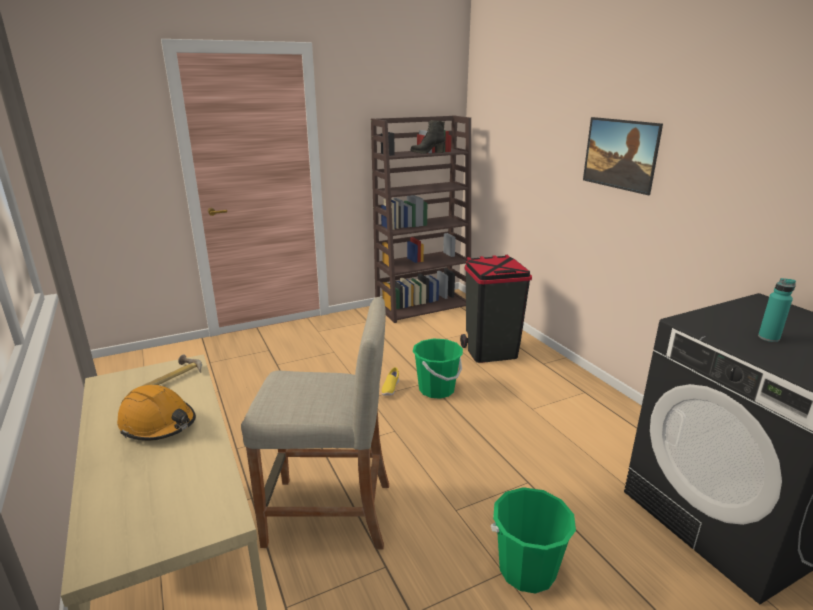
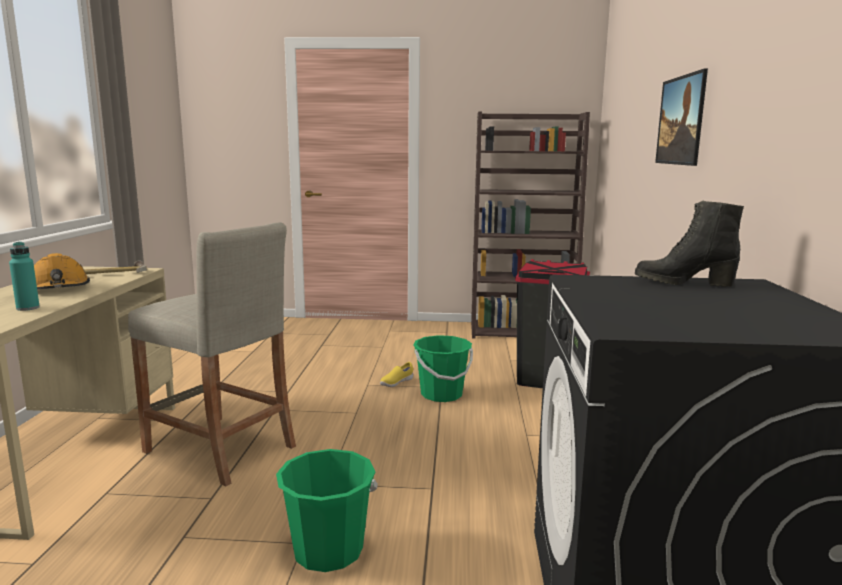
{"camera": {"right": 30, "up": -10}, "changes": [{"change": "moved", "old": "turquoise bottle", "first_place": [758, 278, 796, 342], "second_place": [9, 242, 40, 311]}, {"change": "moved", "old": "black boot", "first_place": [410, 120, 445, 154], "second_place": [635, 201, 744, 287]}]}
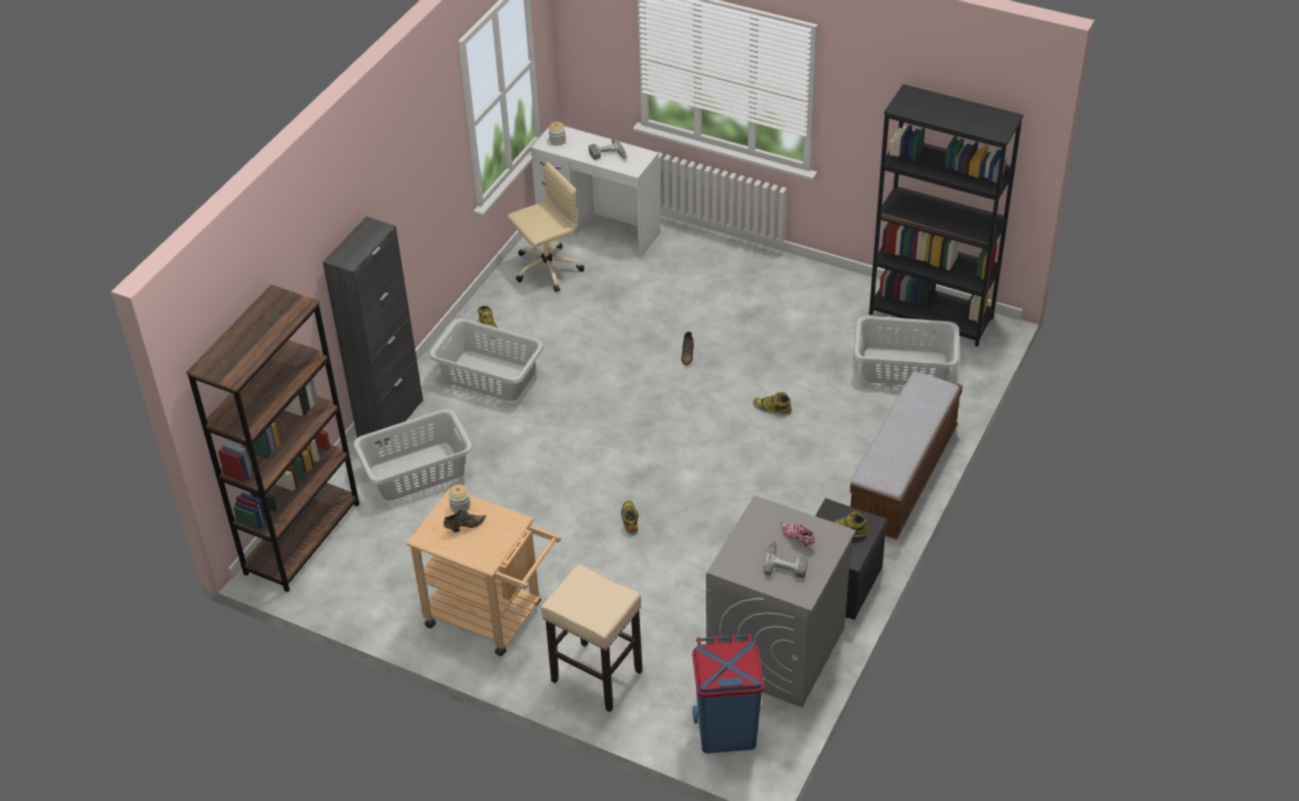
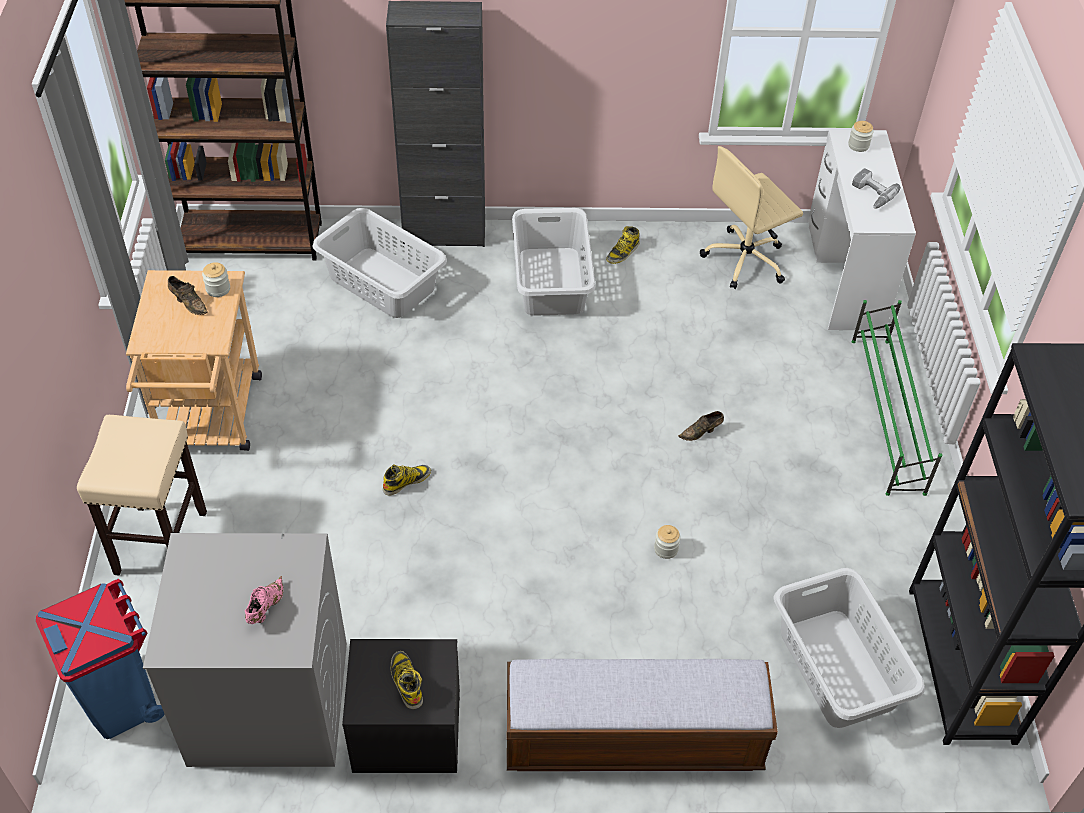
{"camera": {"right": 60, "up": 5}, "changes": [{"change": "replaced", "old": "boot", "new": "jar", "first_place": [753, 392, 792, 416], "second_place": [654, 525, 681, 559]}, {"change": "turned", "old": "beige office chair", "first_place": [507, 161, 584, 292], "second_place": [700, 146, 803, 289], "degrees": 120}, {"change": "added", "new": "green shoe rack", "second_place": [852, 300, 942, 496]}, {"change": "removed", "old": "power drill", "first_place": [763, 541, 808, 578]}]}
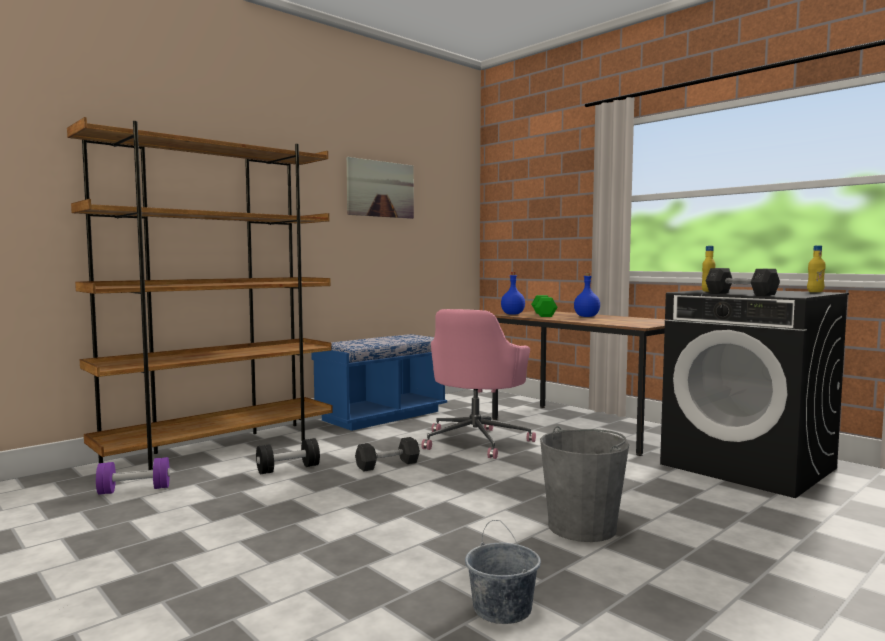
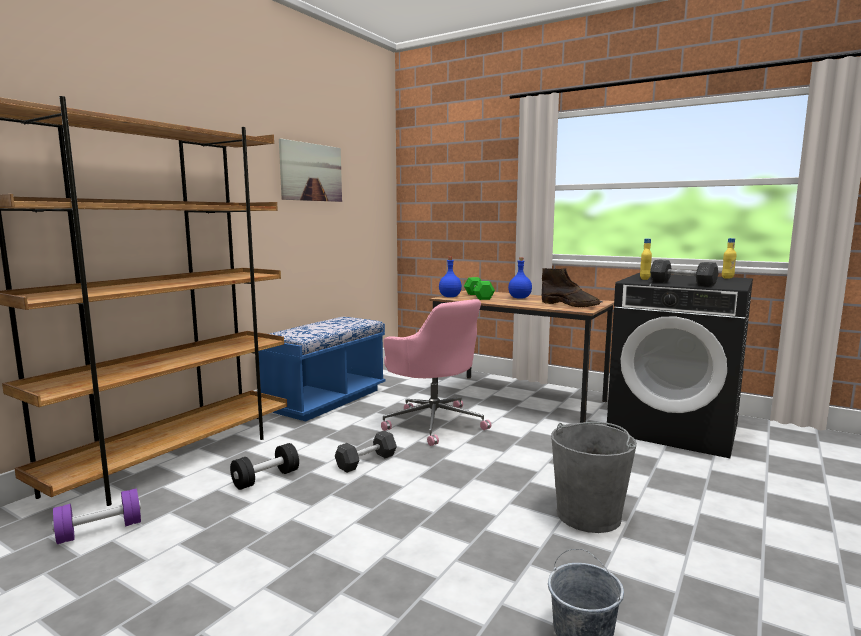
{"camera": {"right": -15, "up": 5}, "changes": [{"change": "turned", "old": "pink office chair", "first_place": [421, 309, 536, 459], "second_place": [381, 299, 491, 446], "degrees": -45}, {"change": "added", "new": "brown boot", "second_place": [542, 268, 600, 307]}]}
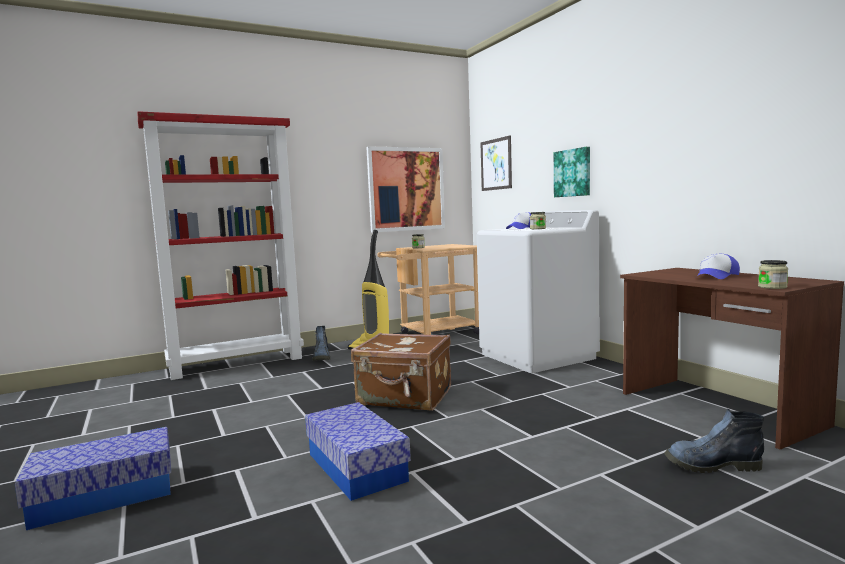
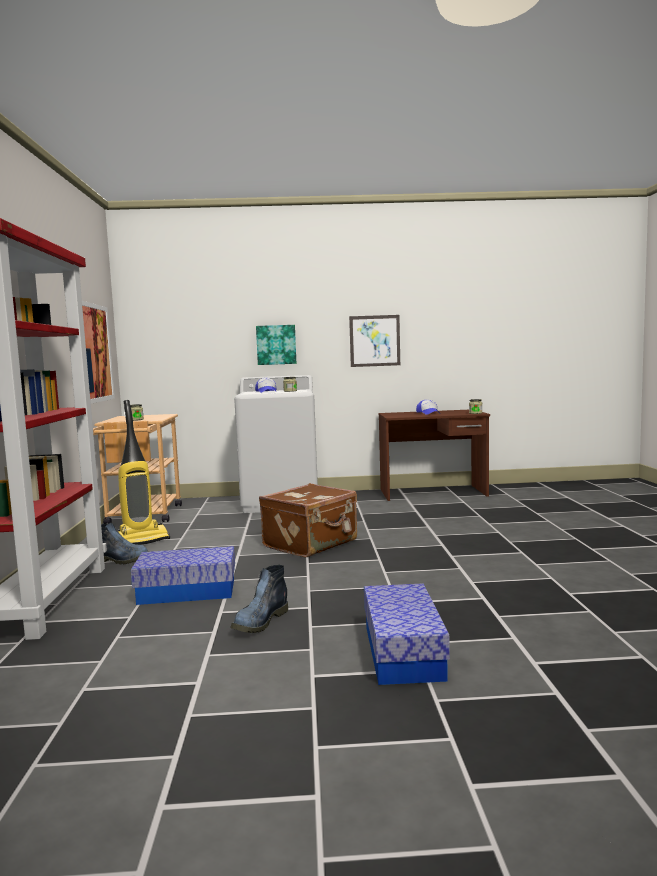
{"camera": {"right": -65, "up": 0}, "changes": [{"change": "moved", "old": "storage box", "first_place": [305, 402, 411, 501], "second_place": [131, 546, 235, 605]}, {"change": "moved", "old": "boot", "first_place": [664, 409, 764, 473], "second_place": [230, 565, 288, 633]}, {"change": "moved", "old": "picture", "first_place": [481, 135, 512, 191], "second_place": [349, 315, 400, 367]}]}
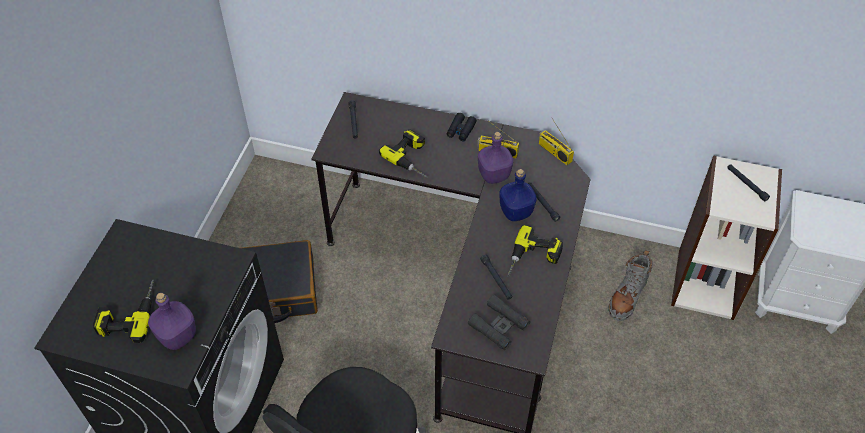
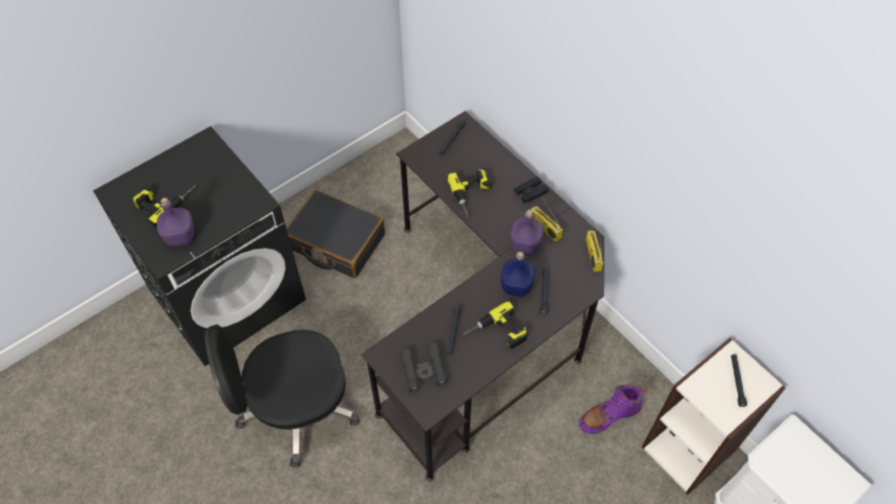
{"camera": {"right": 35, "up": 5}, "changes": [{"change": "recoloured", "old": "grey boot", "new": "purple boot", "first_place": [608, 251, 653, 321], "second_place": [579, 384, 648, 434]}]}
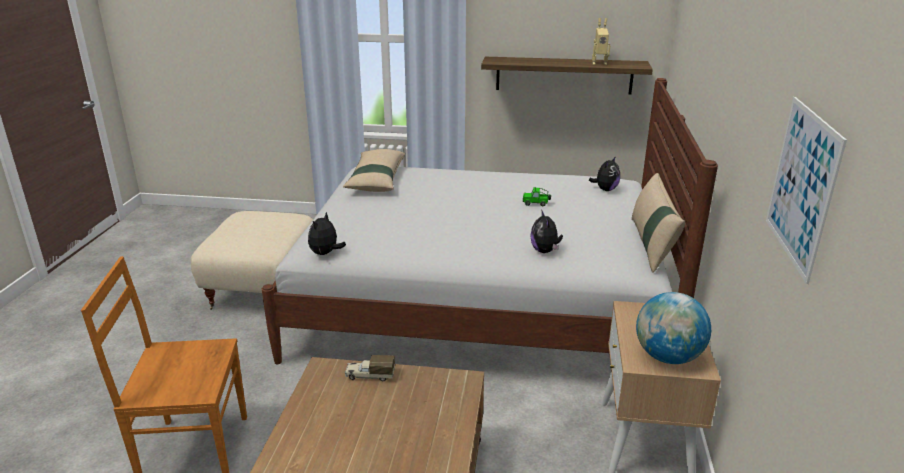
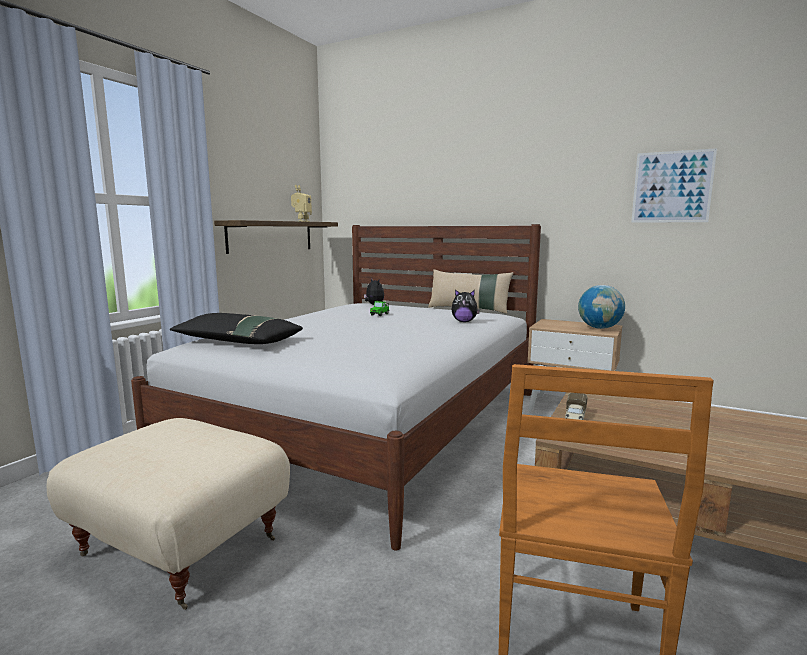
{"camera": {"right": -70, "up": -15}, "changes": [{"change": "recoloured", "old": "beige pillow", "new": "black pillow", "first_place": [343, 149, 405, 192], "second_place": [170, 313, 303, 344]}, {"change": "removed", "old": "plush toy", "first_place": [308, 212, 346, 255]}]}
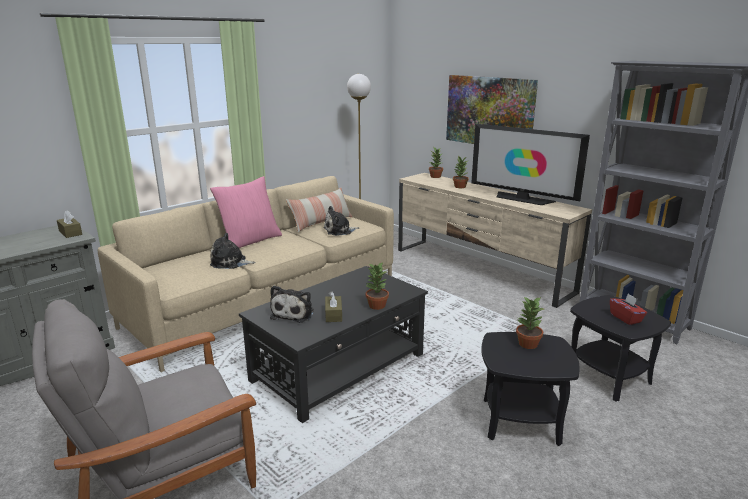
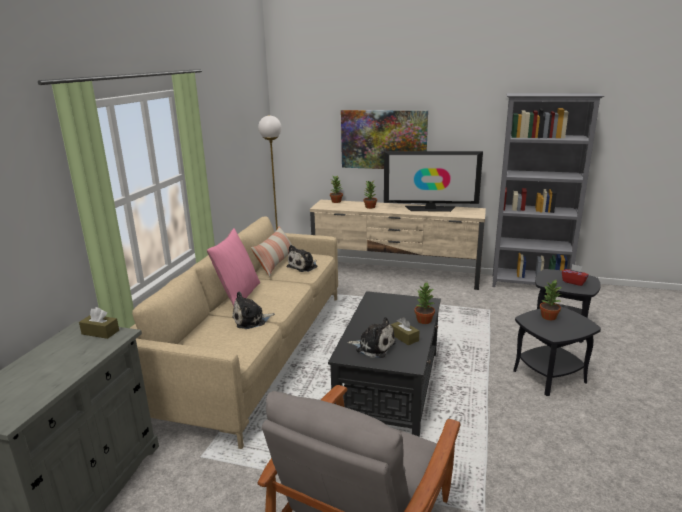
{"camera": {"right": -30, "up": 0}, "changes": [{"change": "turned", "old": "plush toy", "first_place": [270, 286, 314, 323], "second_place": [347, 317, 396, 358], "degrees": -45}]}
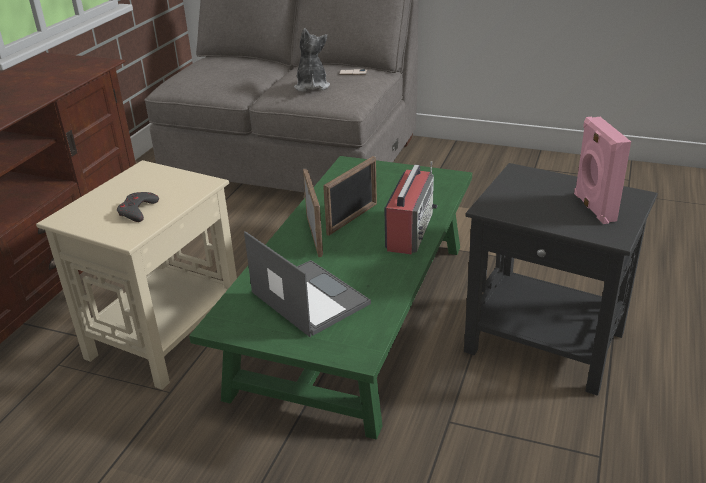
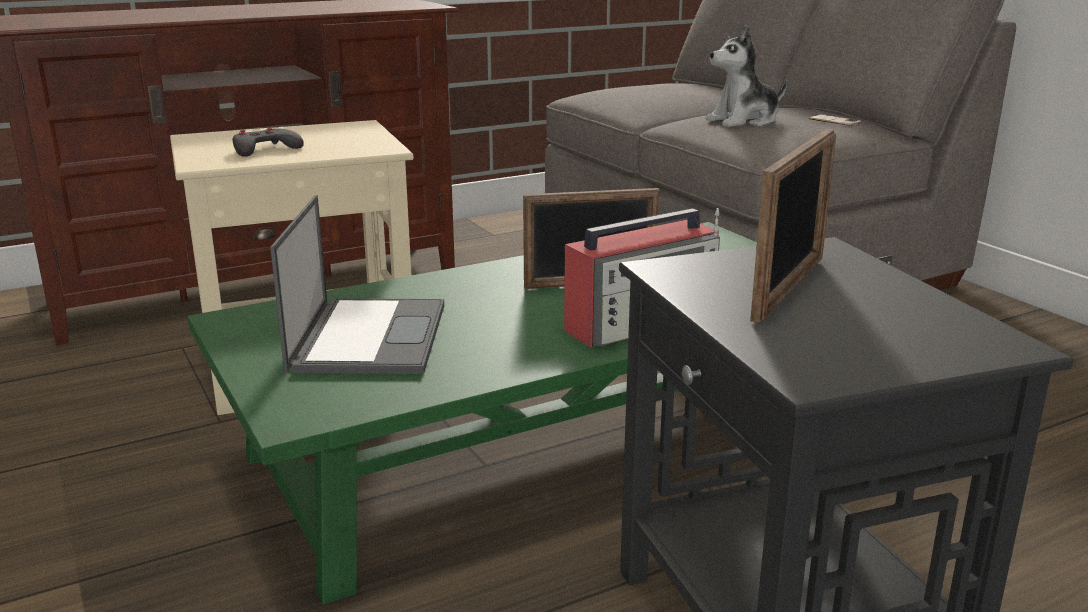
{"camera": {"right": 40, "up": -10}, "changes": [{"change": "turned", "old": "plush toy", "first_place": [294, 28, 330, 92], "second_place": [706, 25, 787, 127], "degrees": -150}, {"change": "moved", "old": "picture frame", "first_place": [303, 169, 323, 257], "second_place": [750, 129, 836, 323]}, {"change": "removed", "old": "pink speaker", "first_place": [574, 117, 631, 224]}]}
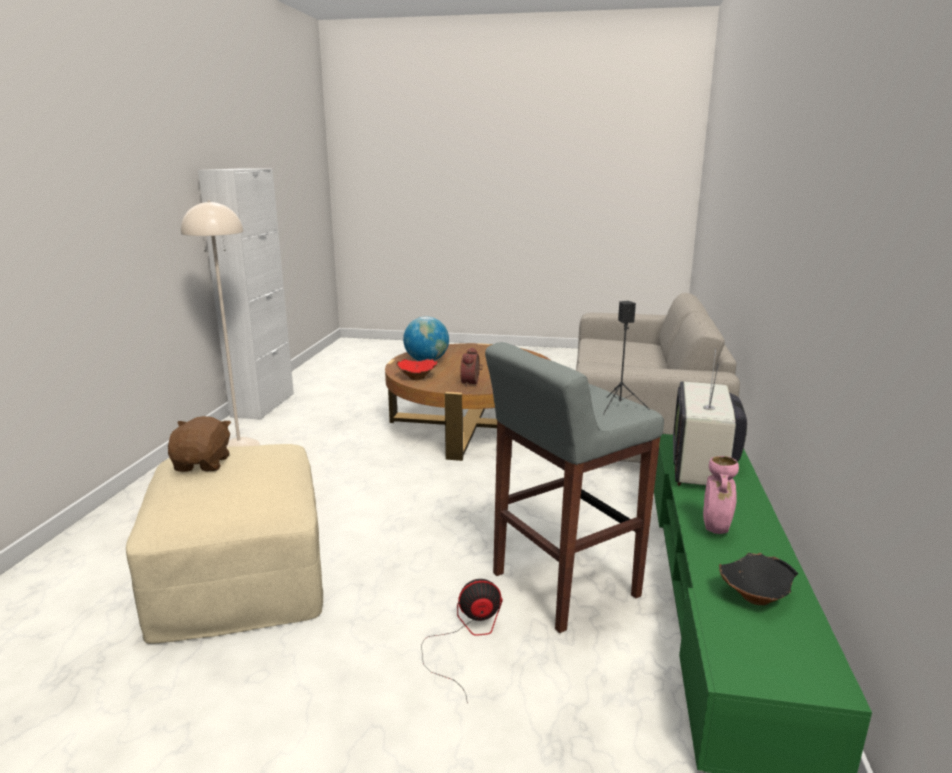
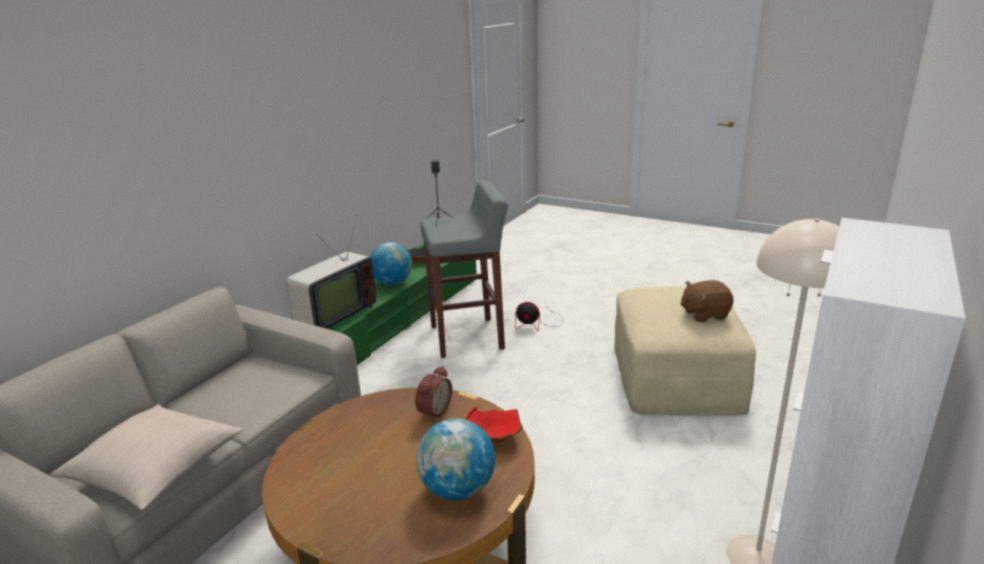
{"camera": {"right": -160, "up": 5}, "changes": [{"change": "added", "new": "beige pillow", "second_place": [51, 404, 243, 510]}, {"change": "replaced", "old": "pink vase", "new": "globe", "first_place": [703, 456, 739, 534], "second_place": [370, 242, 412, 285]}, {"change": "turned", "old": "brown plush toy", "first_place": [168, 416, 231, 472], "second_place": [680, 280, 734, 322], "degrees": 60}]}
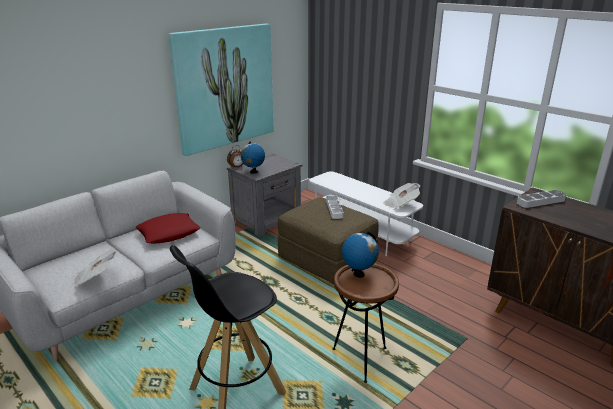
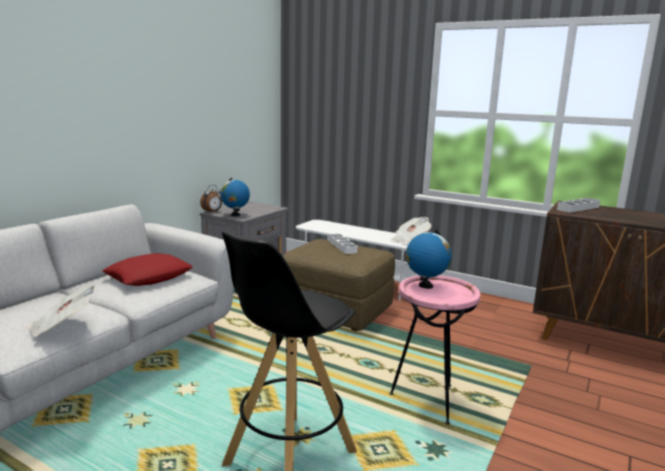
{"camera": {"right": -15, "up": -10}, "changes": [{"change": "recoloured", "old": "brown side table", "new": "pink side table", "first_place": [333, 264, 399, 383], "second_place": [389, 275, 480, 424]}, {"change": "removed", "old": "picture", "first_place": [169, 24, 274, 156]}]}
